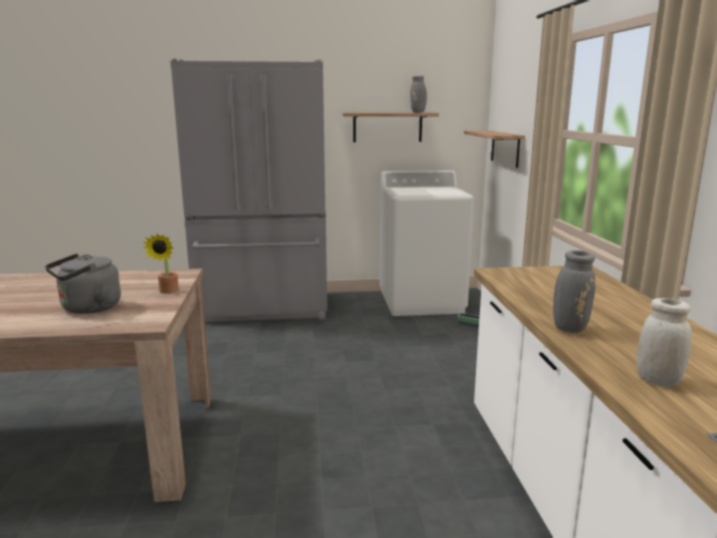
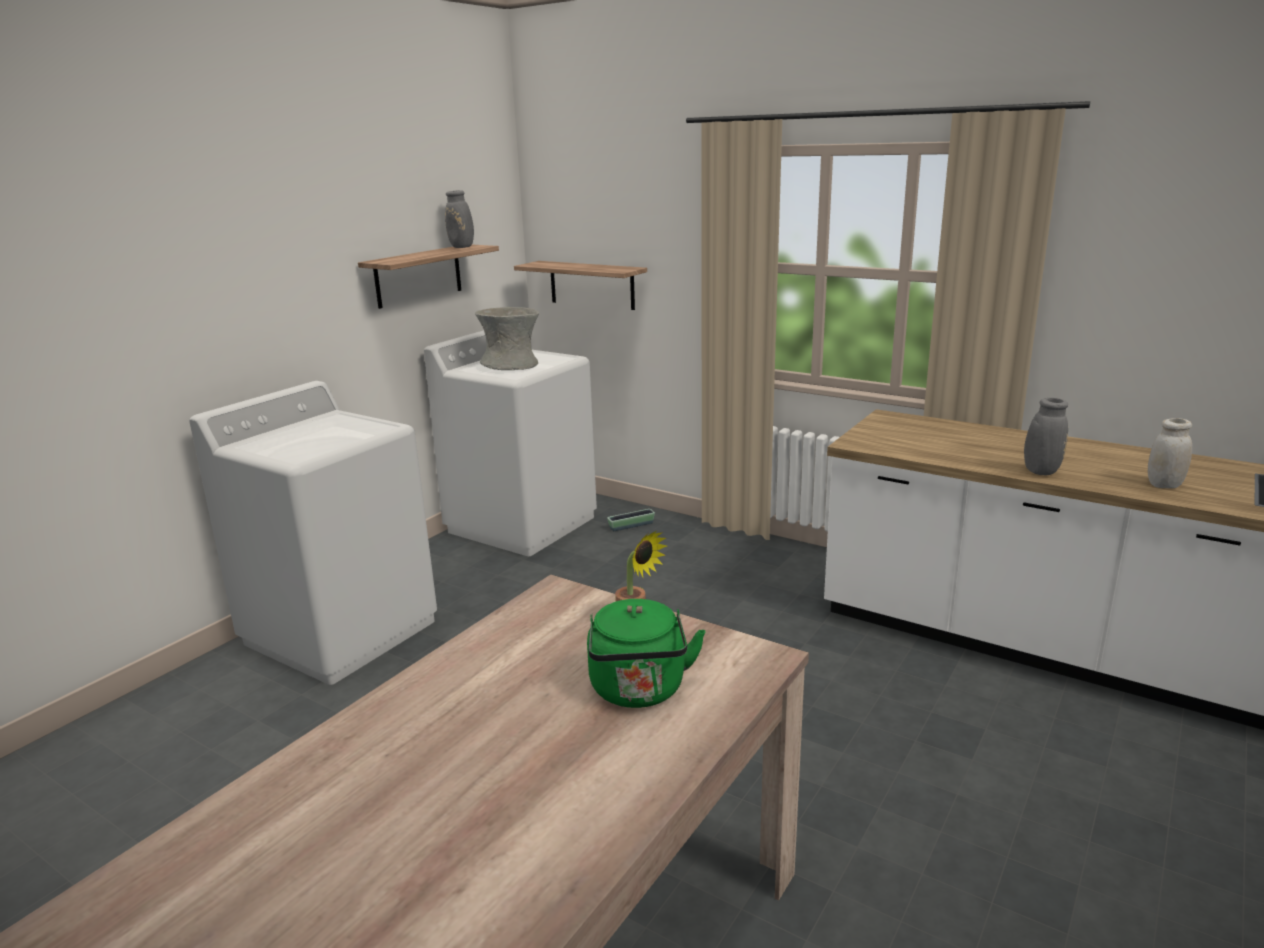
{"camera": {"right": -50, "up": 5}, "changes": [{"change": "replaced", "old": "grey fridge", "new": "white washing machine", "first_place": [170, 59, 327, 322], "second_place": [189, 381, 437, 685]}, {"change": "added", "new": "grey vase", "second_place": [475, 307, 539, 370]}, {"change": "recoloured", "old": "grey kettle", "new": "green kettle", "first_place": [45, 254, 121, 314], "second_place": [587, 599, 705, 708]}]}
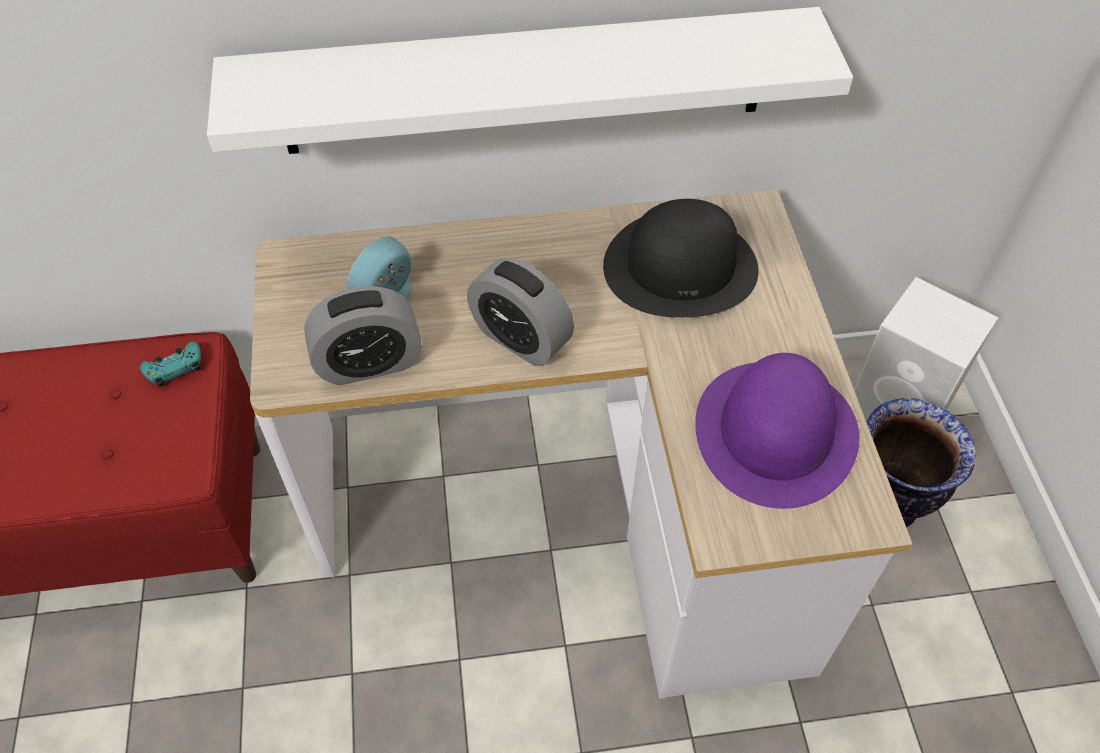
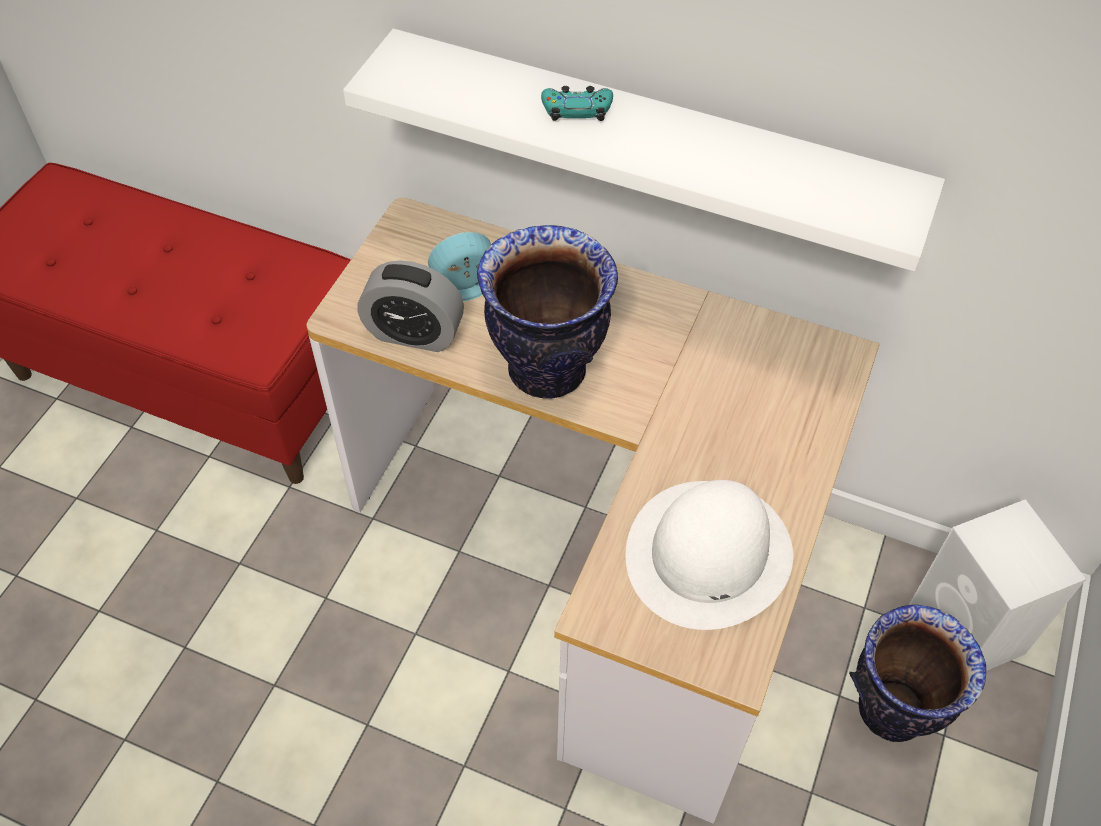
{"camera": {"right": 30, "up": 0}, "changes": [{"change": "replaced", "old": "alarm clock", "new": "vase", "first_place": [467, 258, 574, 366], "second_place": [477, 225, 618, 398]}, {"change": "moved", "old": "turquoise game controller", "first_place": [140, 342, 201, 387], "second_place": [541, 86, 613, 121]}, {"change": "recoloured", "old": "purple hat", "new": "white hat", "first_place": [695, 353, 859, 509], "second_place": [626, 480, 793, 630]}, {"change": "removed", "old": "black hat", "first_place": [603, 199, 758, 318]}]}
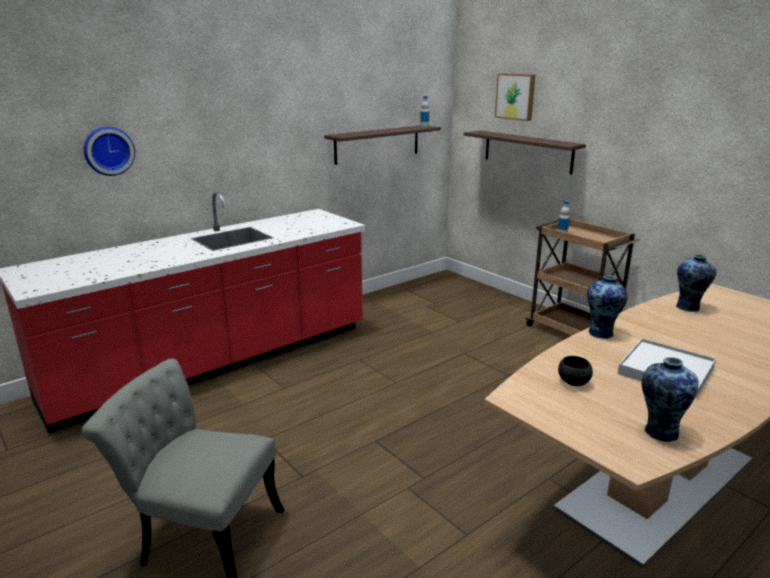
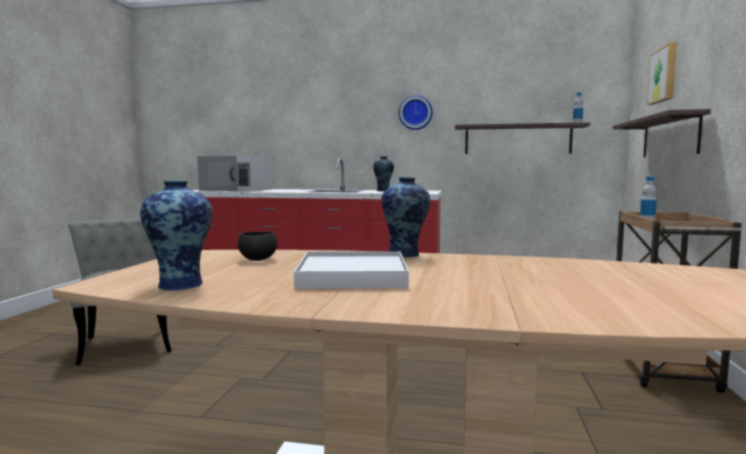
{"camera": {"right": 50, "up": -15}, "changes": [{"change": "added", "new": "white microwave", "second_place": [197, 156, 273, 191]}, {"change": "moved", "old": "vase", "first_place": [676, 254, 717, 312], "second_place": [373, 156, 394, 191]}, {"change": "moved", "old": "wall clock", "first_place": [84, 126, 135, 176], "second_place": [399, 95, 433, 130]}]}
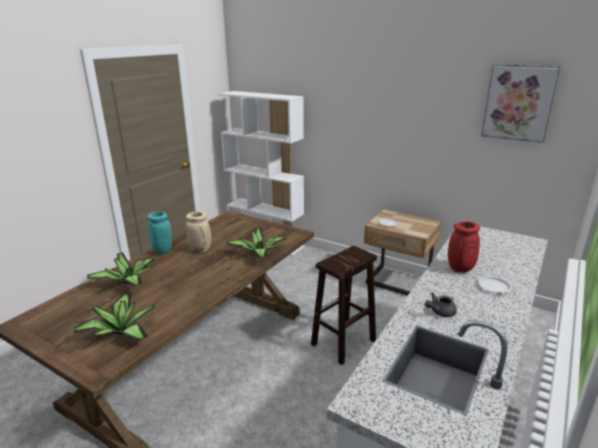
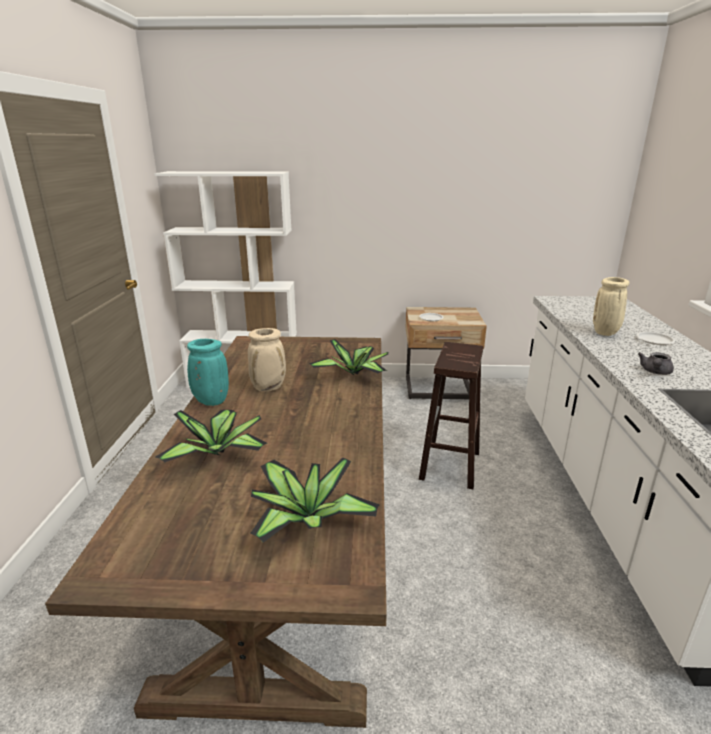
{"camera": {"right": -30, "up": 0}, "changes": [{"change": "recoloured", "old": "red vase", "new": "beige vase", "first_place": [448, 221, 480, 273], "second_place": [593, 277, 630, 336]}, {"change": "removed", "old": "picture", "first_place": [481, 64, 560, 143]}]}
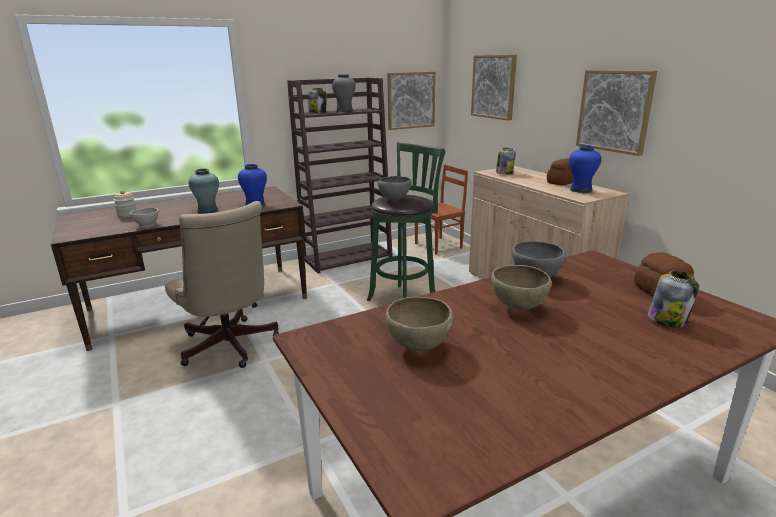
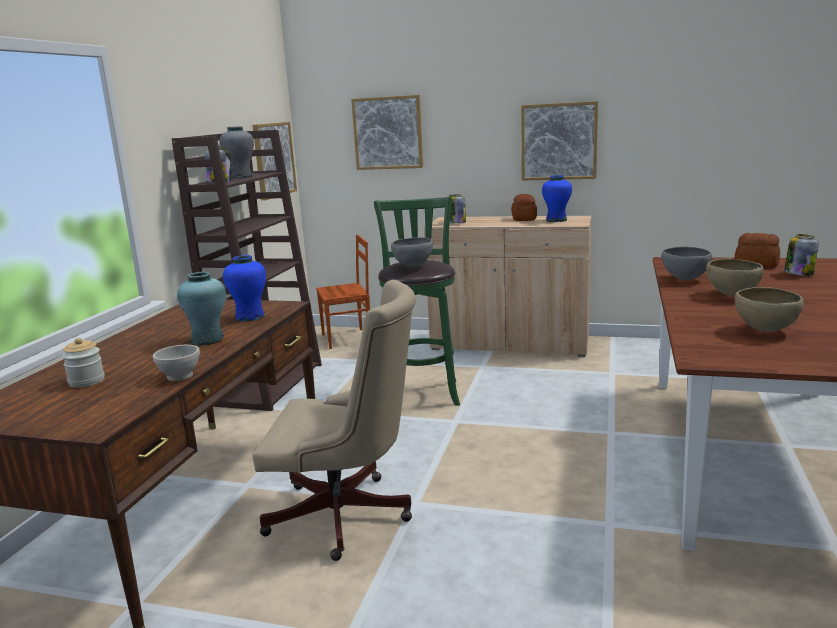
{"camera": {"right": -45, "up": -5}, "changes": [{"change": "turned", "old": "brown chair", "first_place": [415, 165, 468, 255], "second_place": [316, 234, 370, 349], "degrees": 60}]}
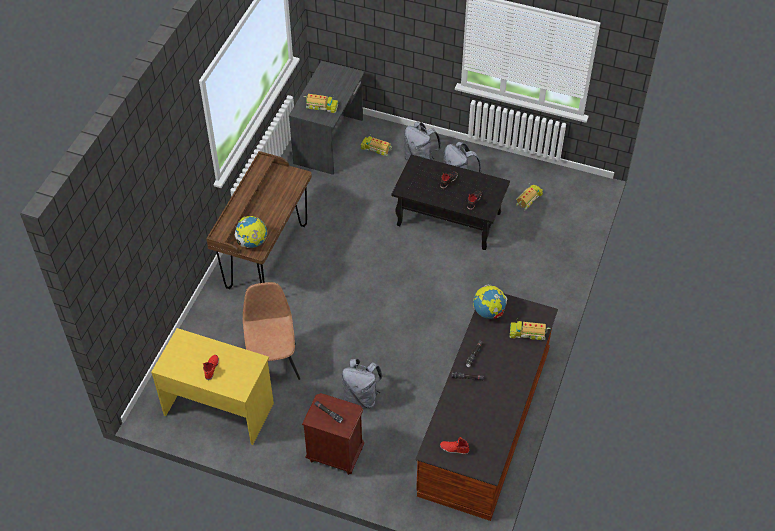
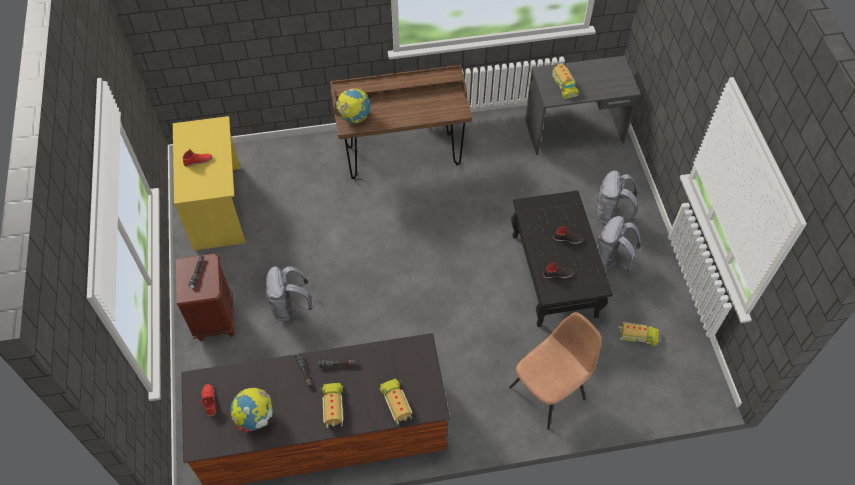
{"camera": {"right": 60, "up": 5}, "changes": [{"change": "moved", "old": "globe", "first_place": [473, 284, 507, 319], "second_place": [230, 388, 273, 433]}, {"change": "moved", "old": "toy truck", "first_place": [361, 134, 392, 156], "second_place": [320, 383, 344, 428]}, {"change": "moved", "old": "brown chair", "first_place": [243, 282, 300, 380], "second_place": [509, 312, 602, 430]}]}
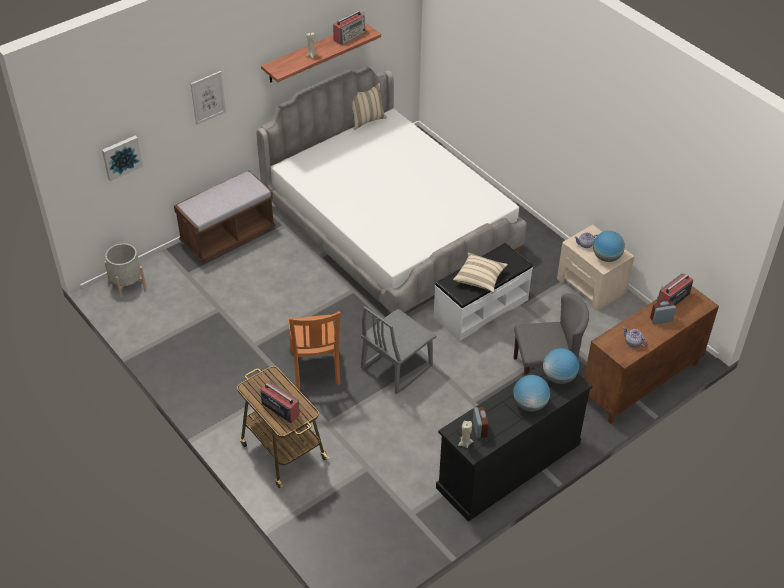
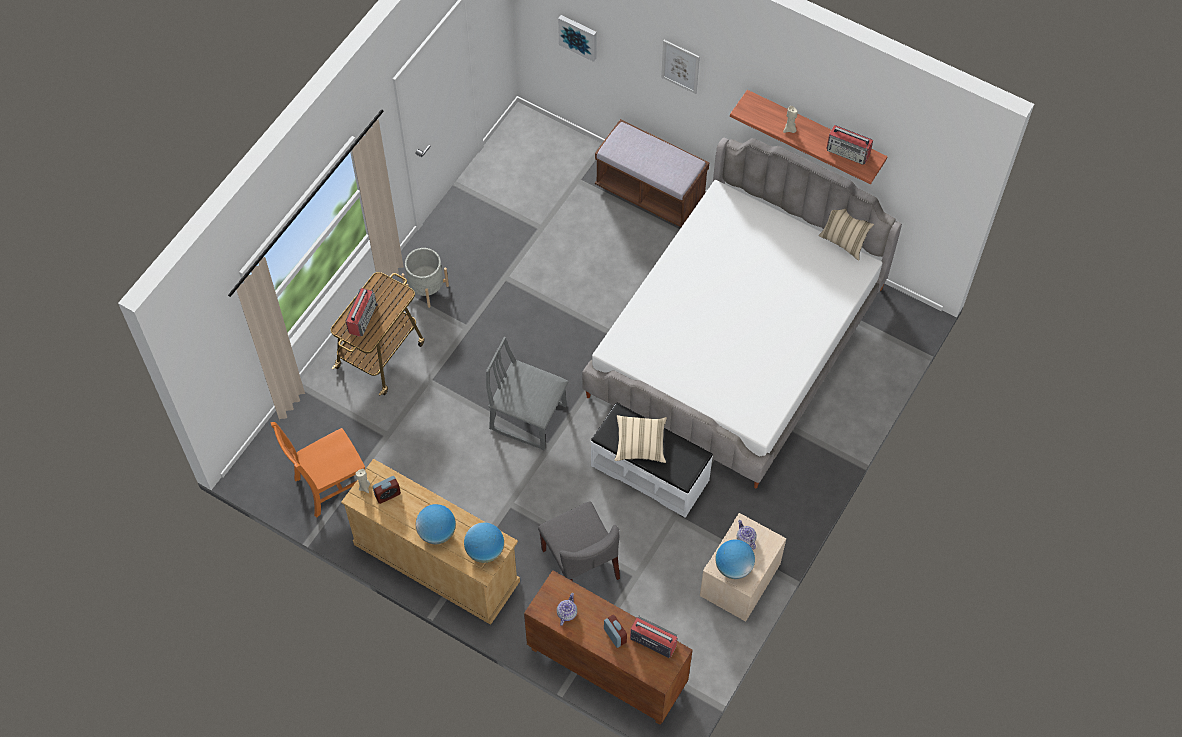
{"camera": {"right": 70, "up": 15}, "changes": [{"change": "moved", "old": "orange chair", "first_place": [288, 311, 341, 390], "second_place": [271, 422, 365, 518]}, {"change": "recoloured", "old": "black dresser", "new": "beige dresser", "first_place": [436, 364, 592, 522], "second_place": [341, 459, 520, 625]}, {"change": "moved", "old": "grey planter", "first_place": [105, 243, 146, 298], "second_place": [401, 248, 449, 308]}]}
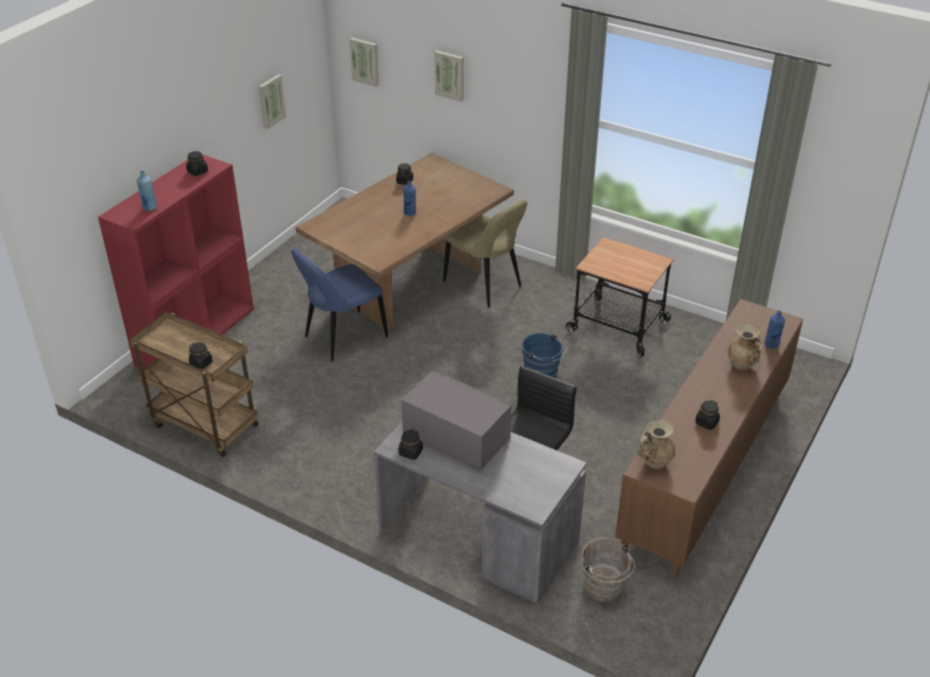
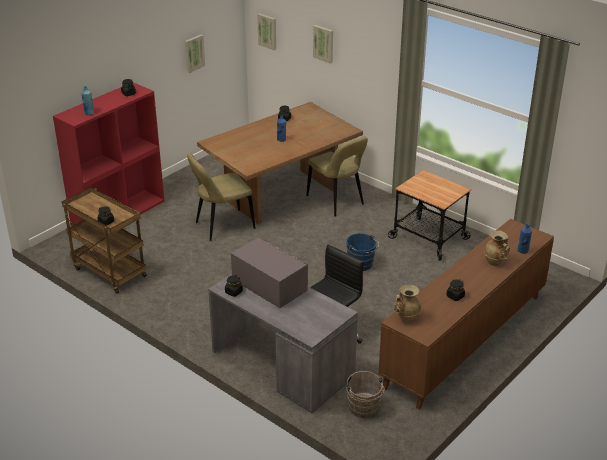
{"camera": {"right": 10, "up": -5}, "changes": [{"change": "recoloured", "old": "blue chair", "new": "beige chair", "first_place": [291, 247, 388, 362], "second_place": [187, 153, 255, 241]}]}
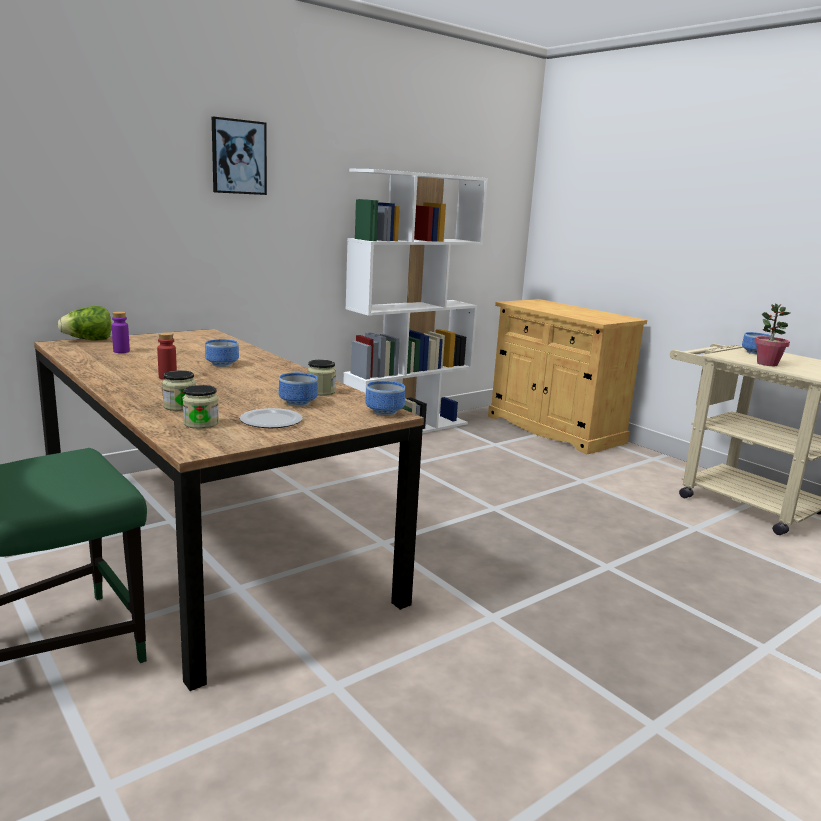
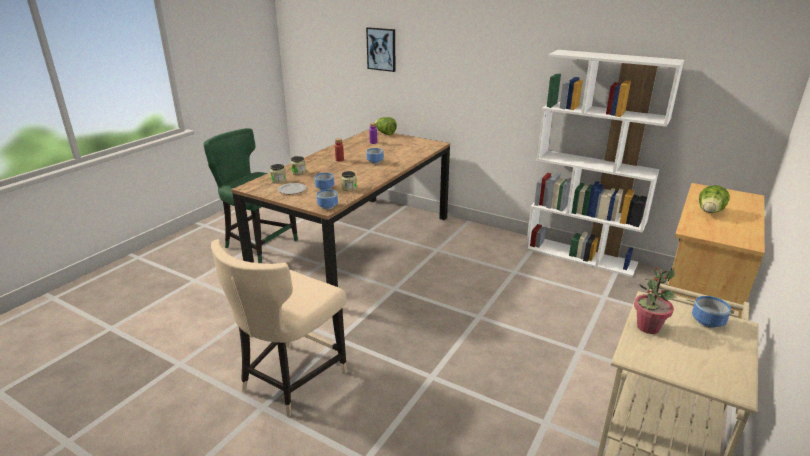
{"camera": {"right": 70, "up": 10}, "changes": [{"change": "added", "new": "beige chair", "second_place": [211, 239, 347, 417]}, {"change": "moved", "old": "picture", "first_place": [212, 117, 267, 195], "second_place": [366, 27, 395, 72]}, {"change": "added", "new": "lettuce", "second_place": [699, 185, 730, 213]}]}
